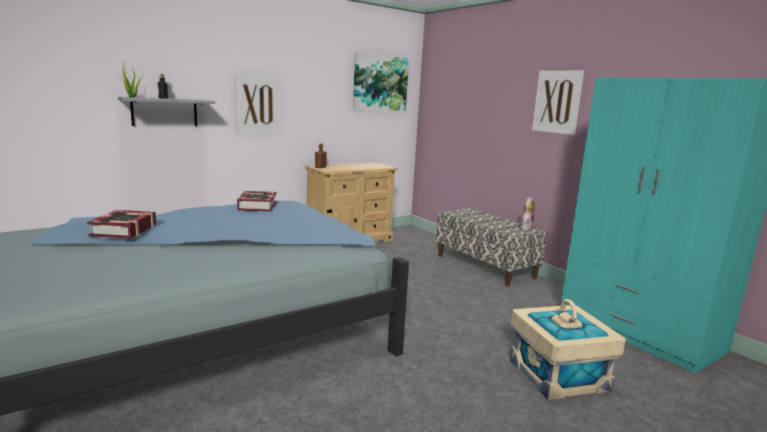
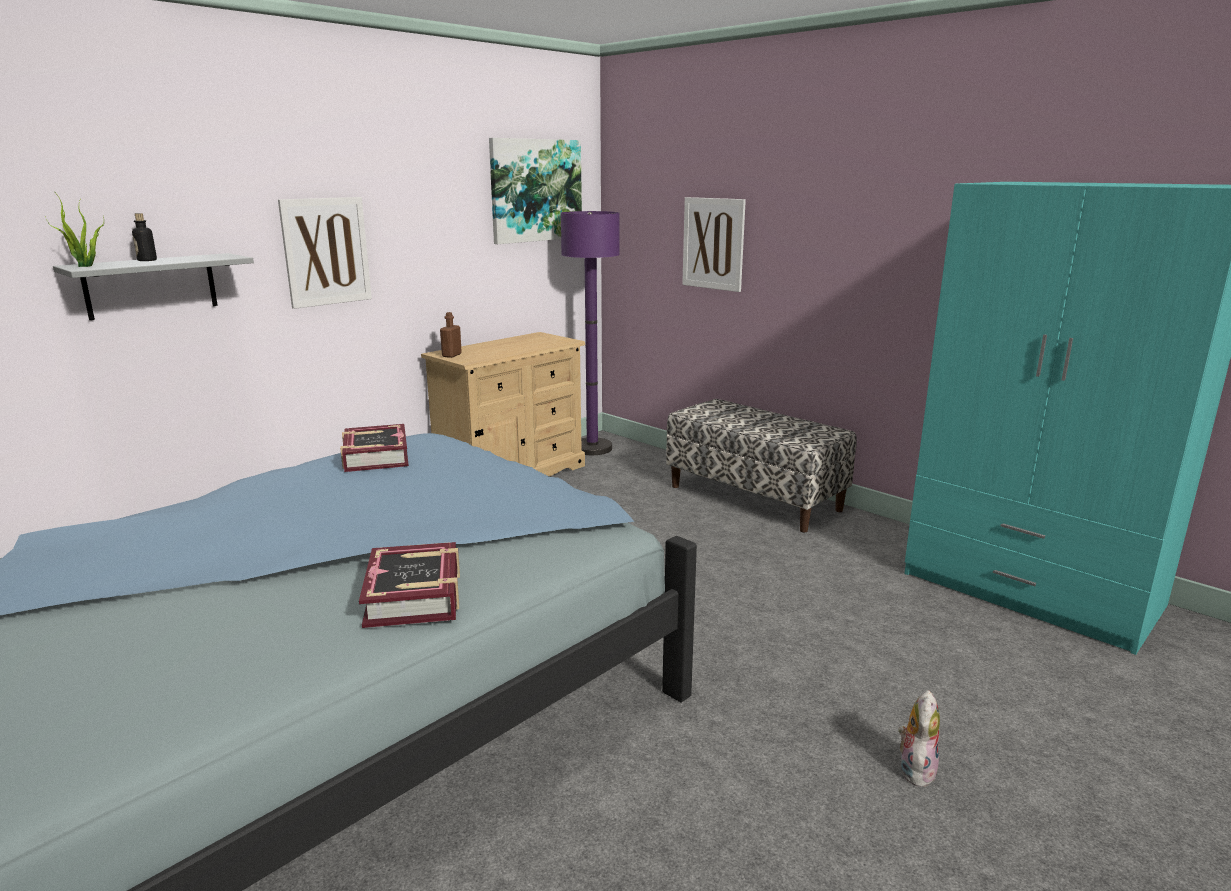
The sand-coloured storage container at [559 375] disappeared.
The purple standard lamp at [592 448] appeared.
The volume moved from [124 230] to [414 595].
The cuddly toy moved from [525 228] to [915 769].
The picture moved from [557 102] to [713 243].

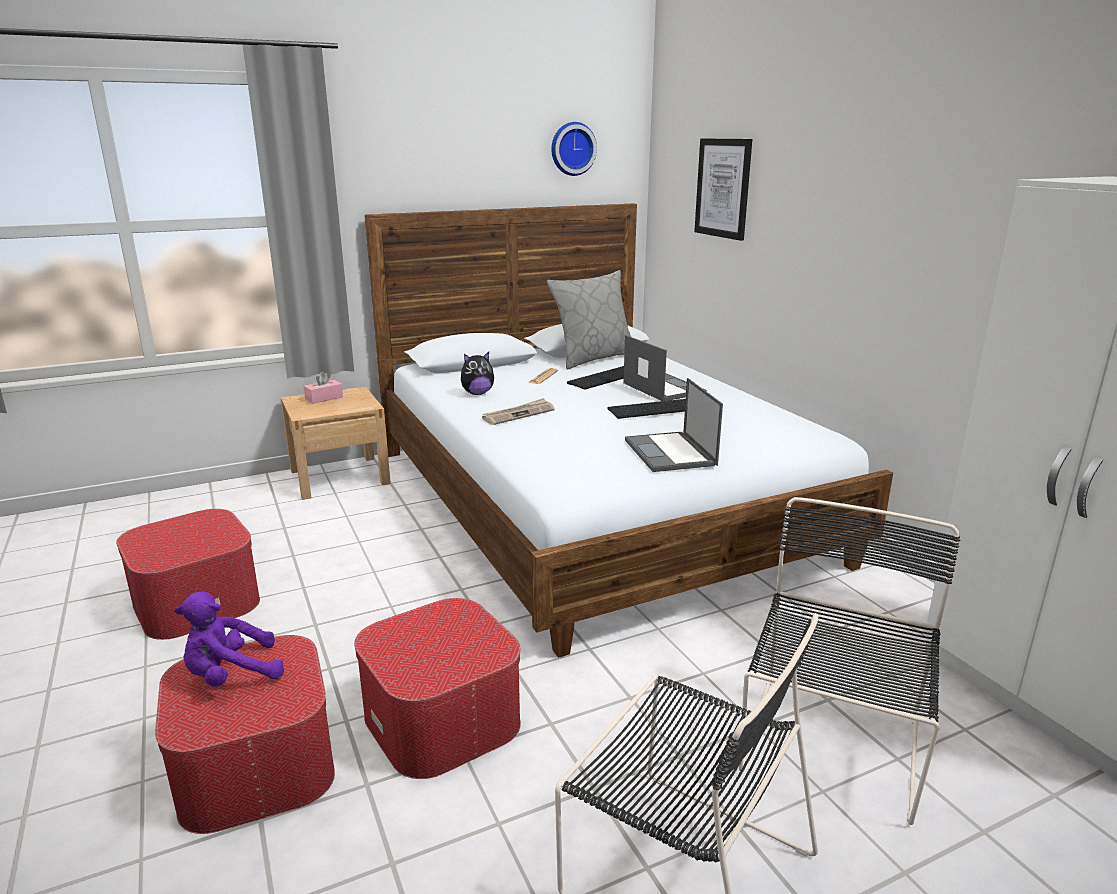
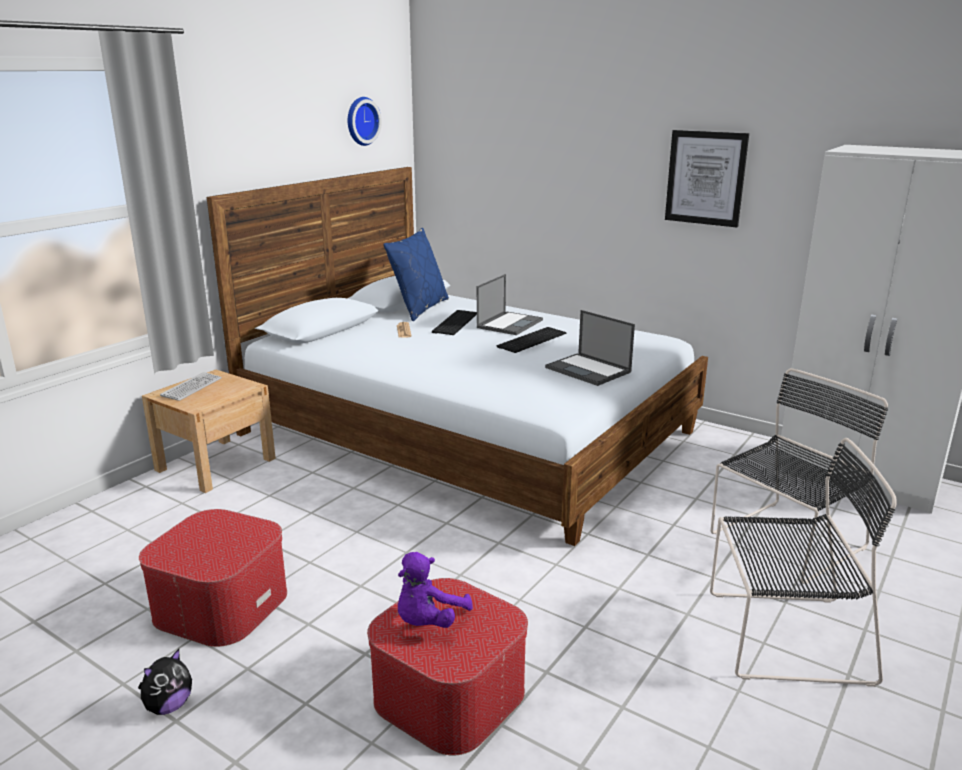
The pouffe at [442 718] disappeared.
The newspaper at [518 414] disappeared.
The cuddly toy moved from [477 393] to [168 706].
The picture moved from [723 188] to [705 178].
The pink-coloured tissue box at [324 398] was replaced by the keyboard at [191 387].
The grey cushion at [593 358] became the blue-coloured cushion at [419 308].
The notebook computer at [662 388] turned 90 degrees clockwise.
The black chair at [831 748] turned 60 degrees clockwise.

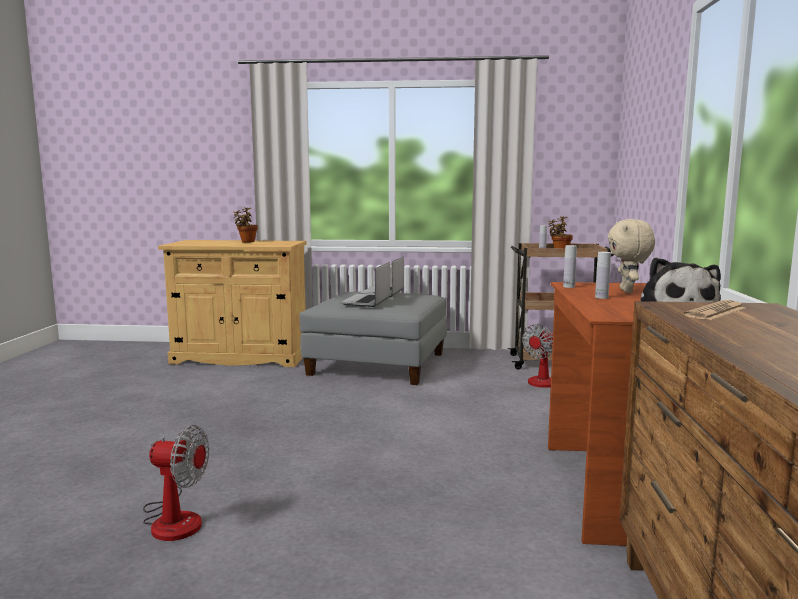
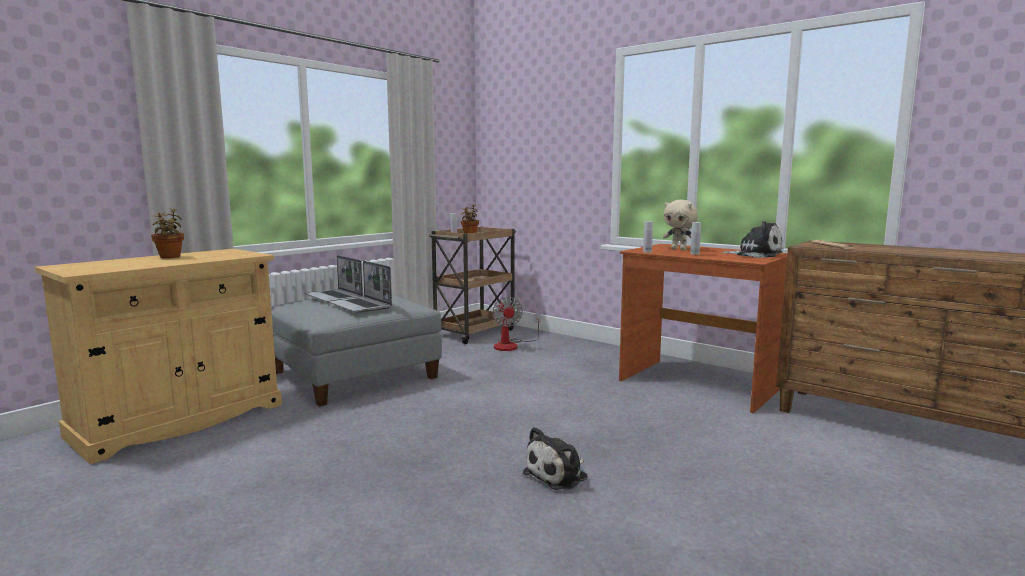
The cooling fan at [174 518] disappeared.
The cuddly toy at [558 475] appeared.

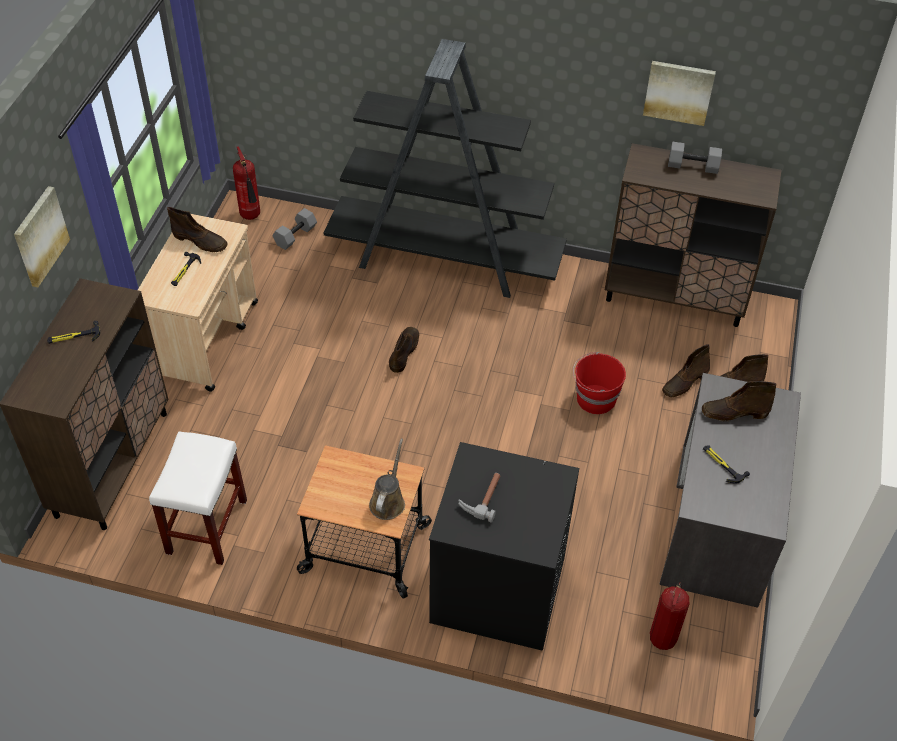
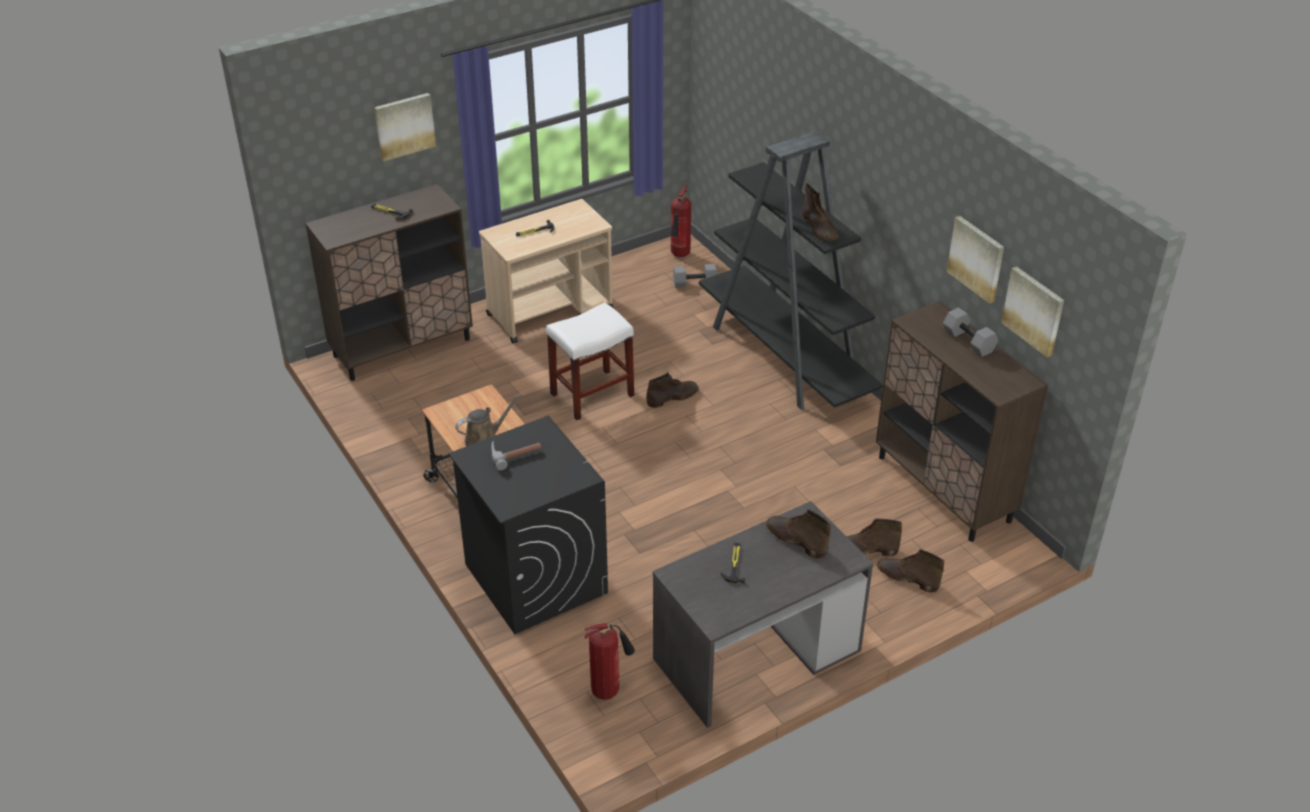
The red-coloured water bucket at [595 399] disappeared.
The picture at [1034 310] appeared.
The white-coloured sitting stool moved from [206 526] to [592 395].
The brownish high-top boot moved from [200 241] to [819 228].

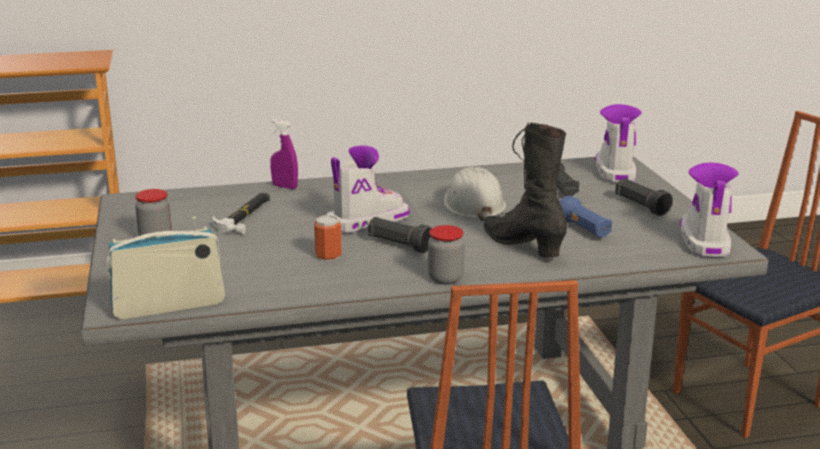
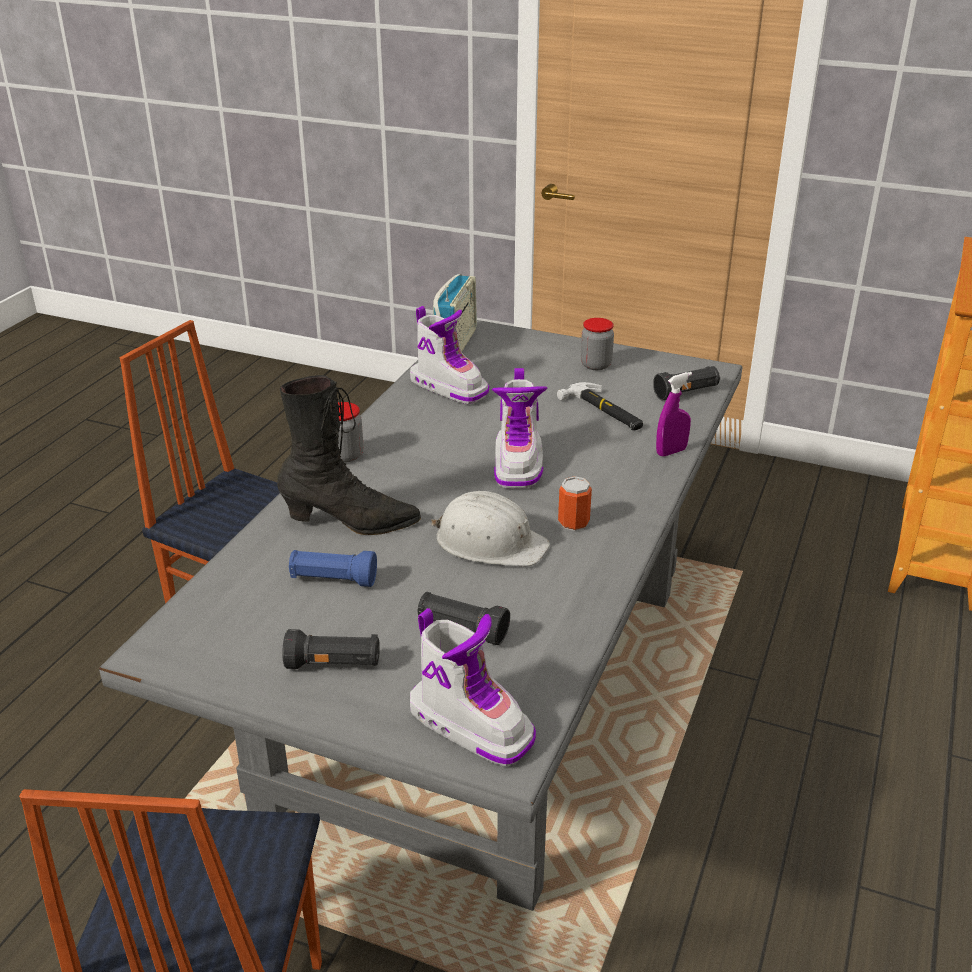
The can moved from [328 256] to [573 523].
The black torch moved from [399 245] to [686 393].
The high-top boot moved from [703 241] to [449 387].

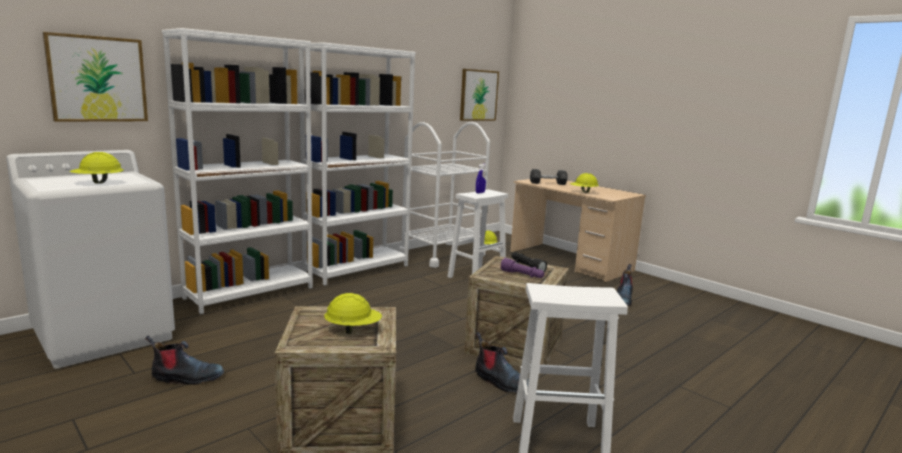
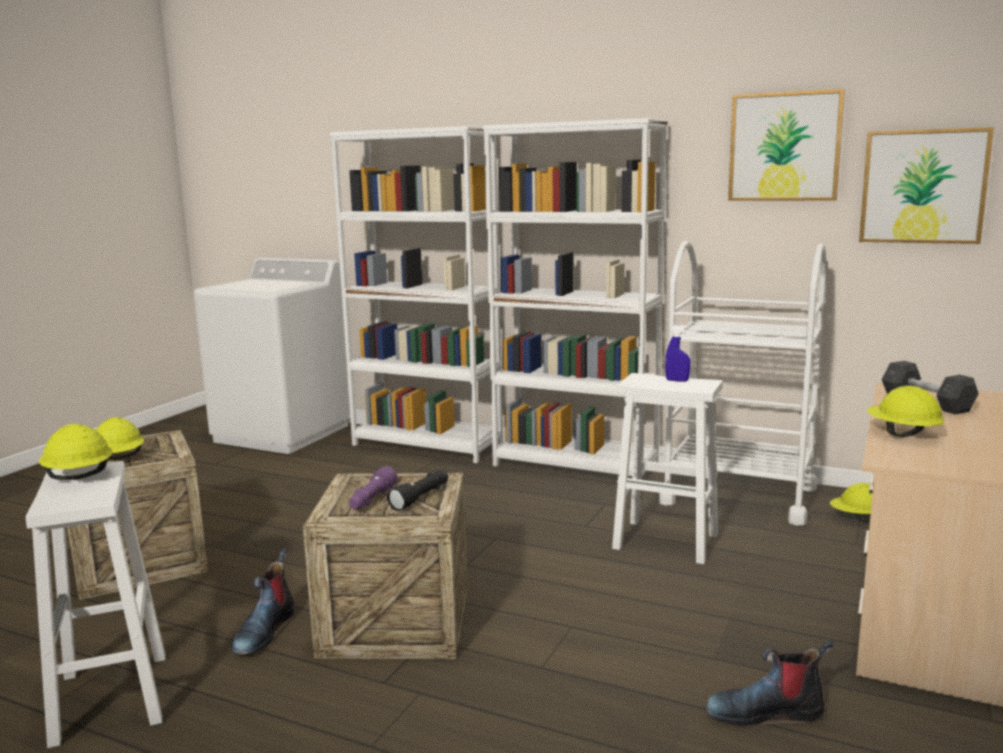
The high-top boot at [186 378] disappeared.
The picture moved from [98 79] to [784 147].
The yellowish work helmet moved from [98 183] to [78 476].

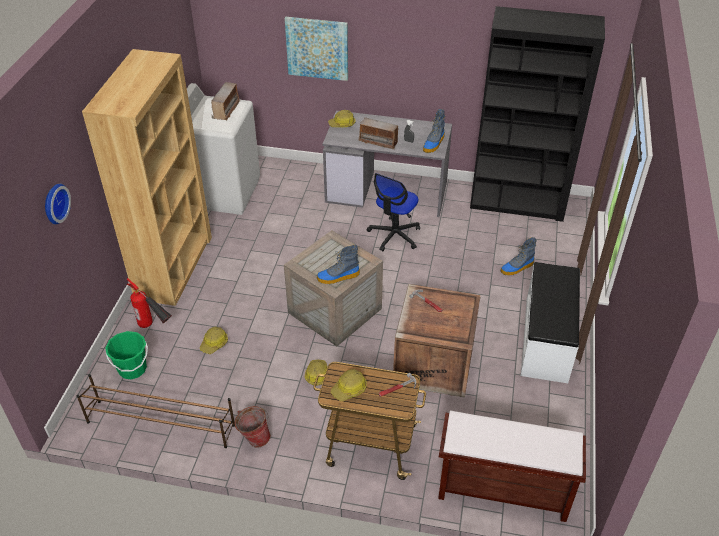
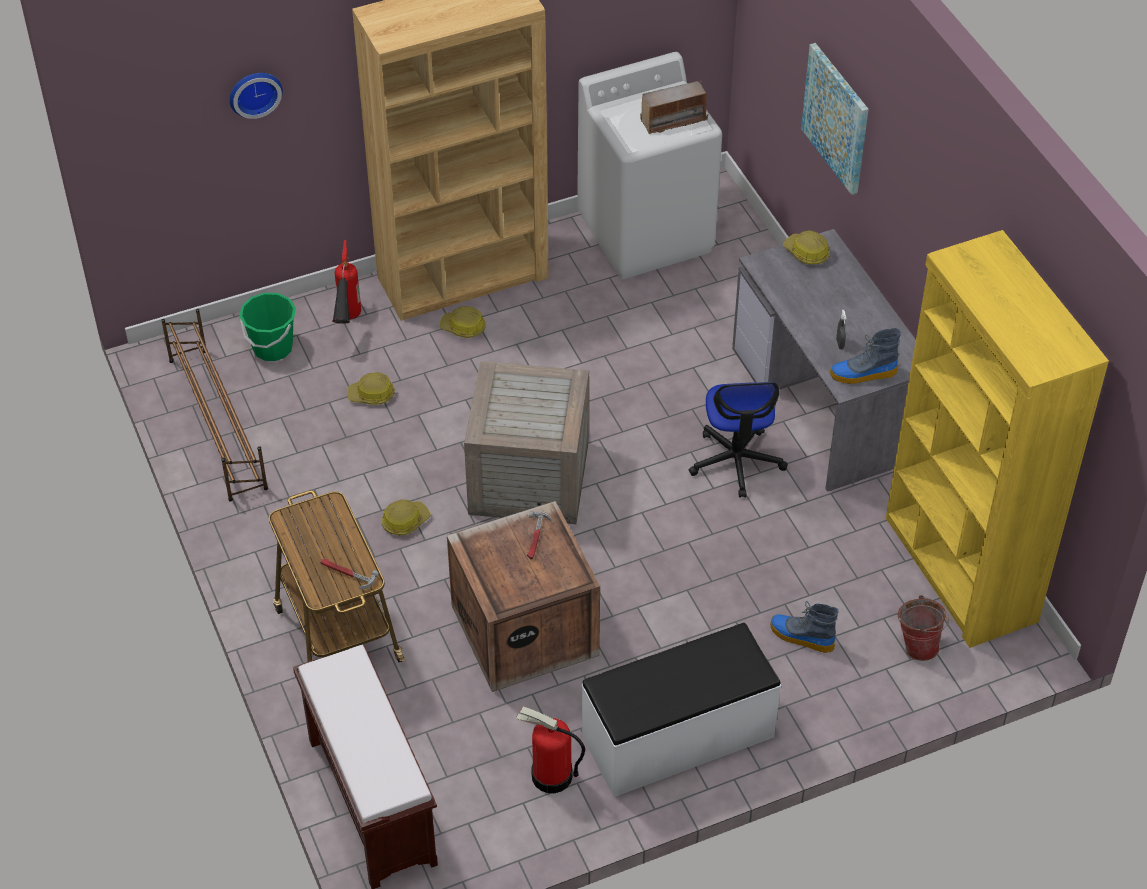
The high-top boot at [338 277] disappeared.
The radio at [378 141] disappeared.
The extinguisher at [551 776] appeared.
The water bucket moved from [254 438] to [918 644].
The work helmet moved from [349 389] to [463 328].
The black shelving unit at [517 202] became the yellowish shelving unit at [959 570].
The computer chair at [394 235] turned 90 degrees counterclockwise.

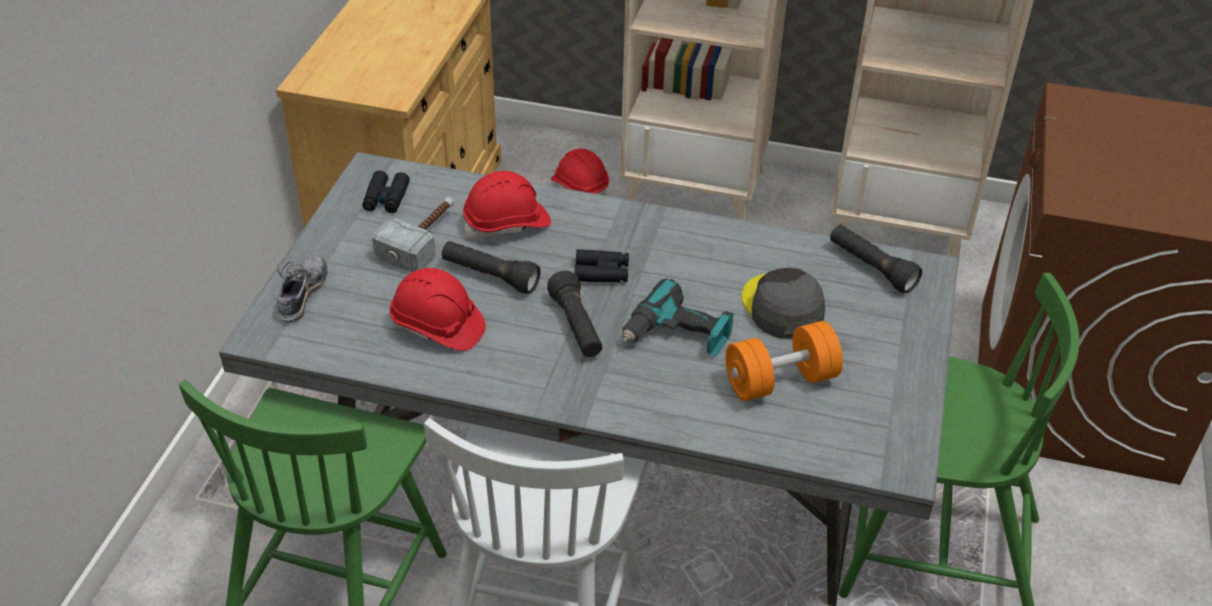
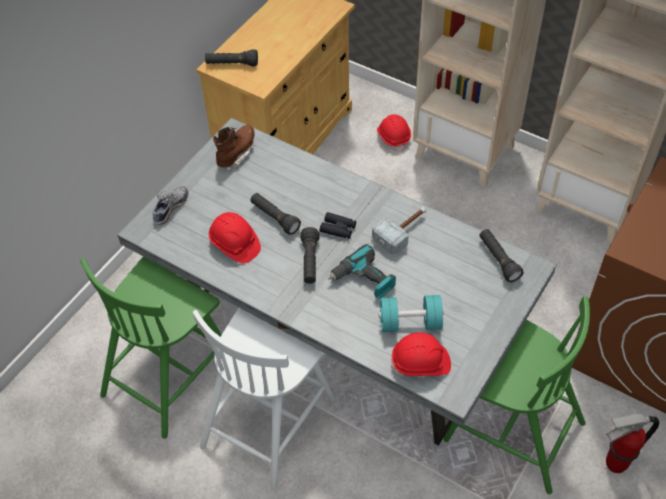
The grey baseball cap at [781 307] disappeared.
The black torch at [232 64] appeared.
The extinguisher at [615 464] appeared.
The hammer moved from [423 239] to [403 231].
The red-coloured work helmet moved from [507 224] to [421 363].
The black field glasses at [386 198] was replaced by the brownish high-top boot at [236 153].
The orange-coloured free weight at [780 381] became the turquoise free weight at [410 322].

